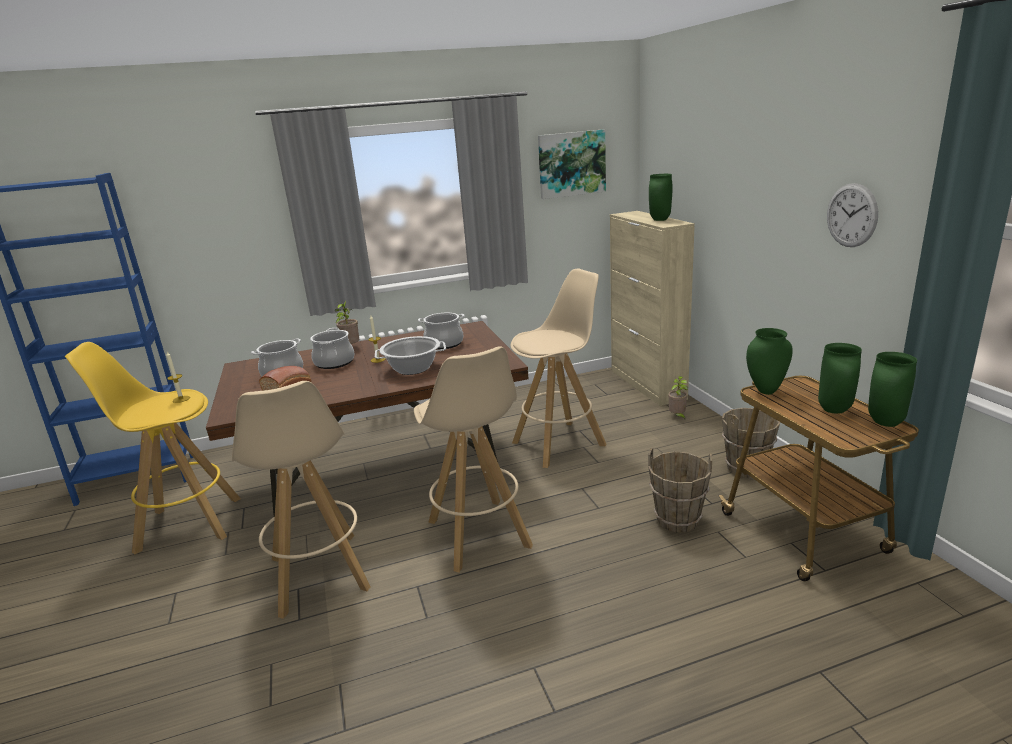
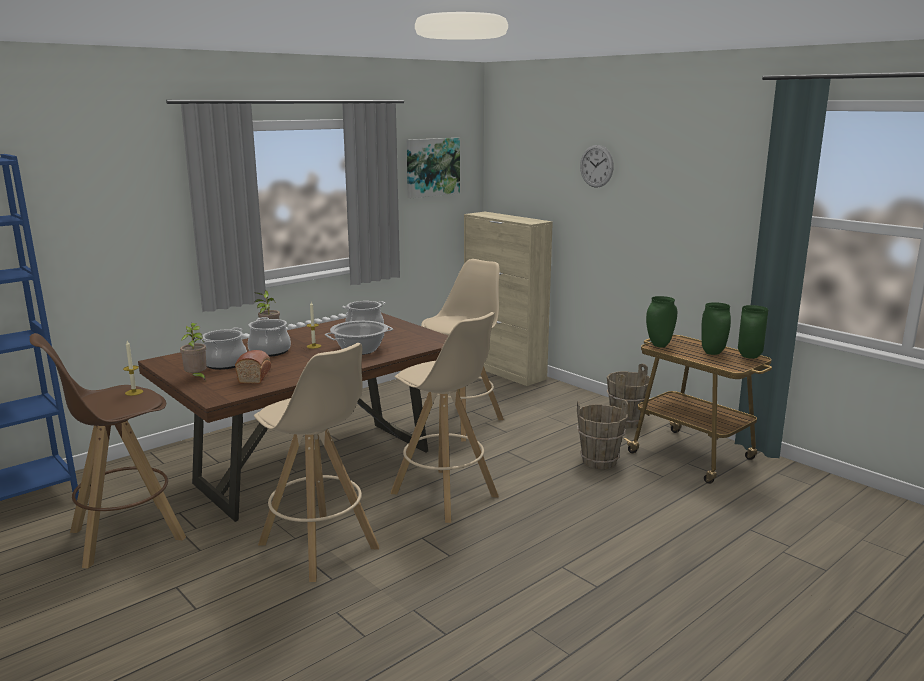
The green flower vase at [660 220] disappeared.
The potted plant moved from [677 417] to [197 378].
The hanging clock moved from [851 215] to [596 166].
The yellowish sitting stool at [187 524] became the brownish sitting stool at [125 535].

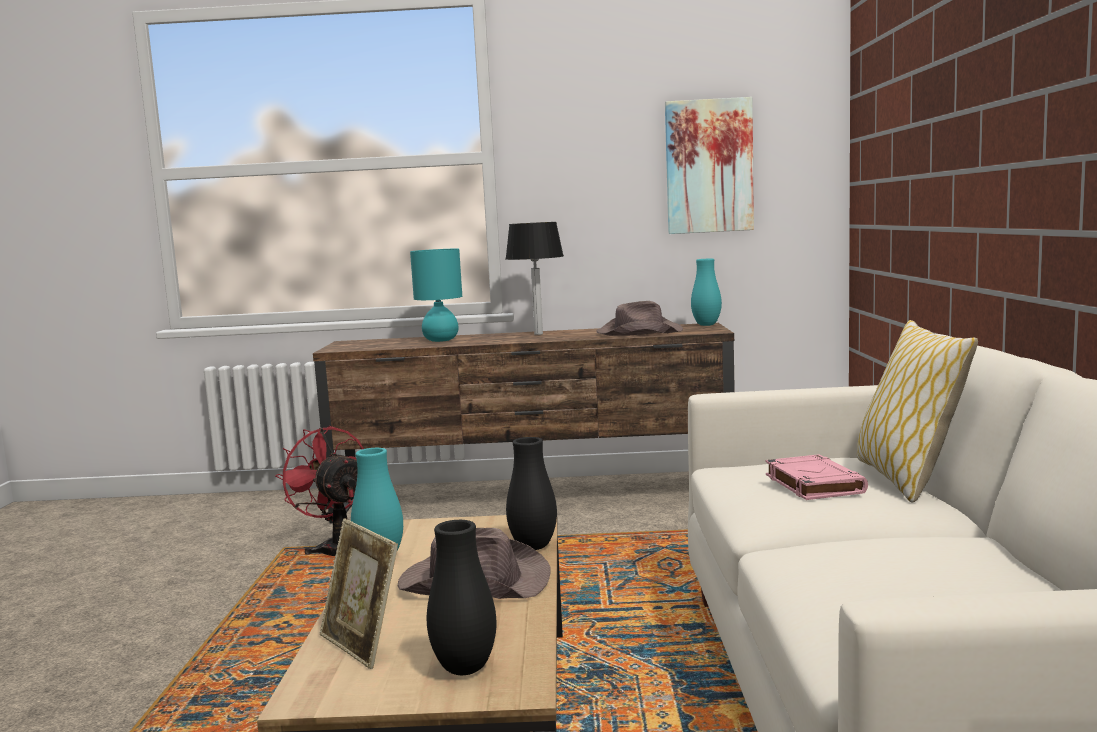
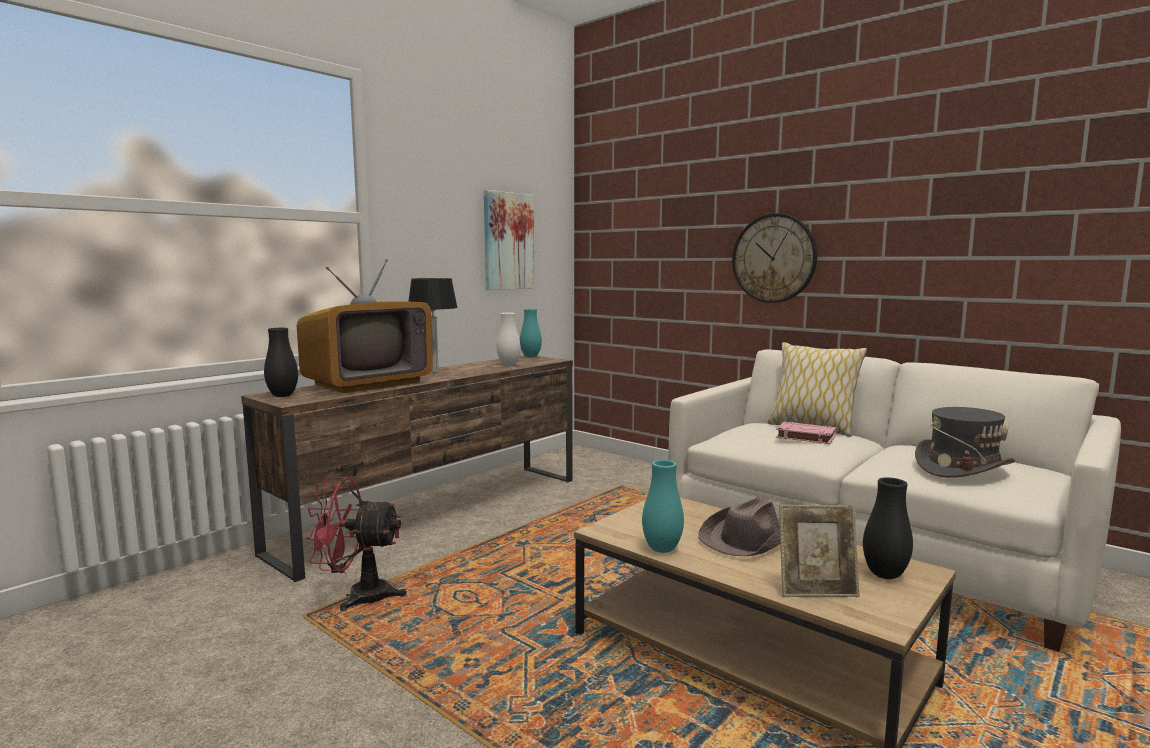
The hanging clock at [774 258] appeared.
The grey clothing hat at [962 468] appeared.
The black flower vase moved from [533 547] to [282 395].
The turquoise tabletop lamp at [441 340] was replaced by the television at [367 384].
The brownish clothing hat at [638 332] was replaced by the white-coloured flower vase at [508 364].

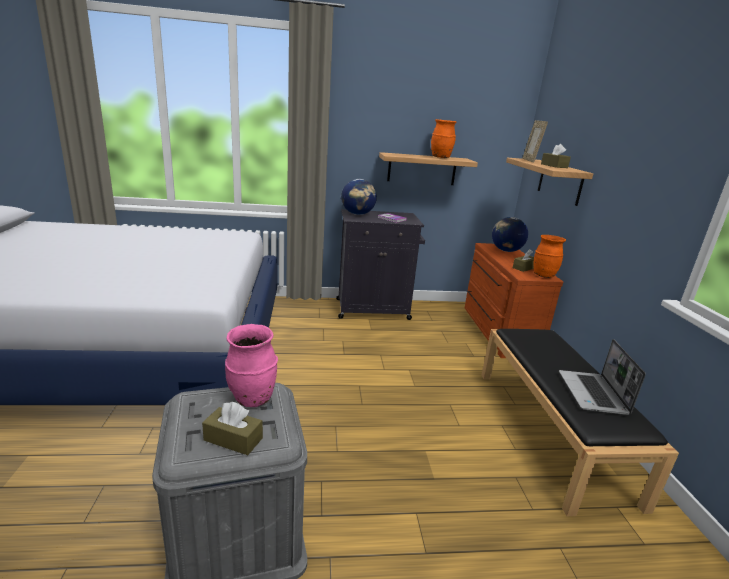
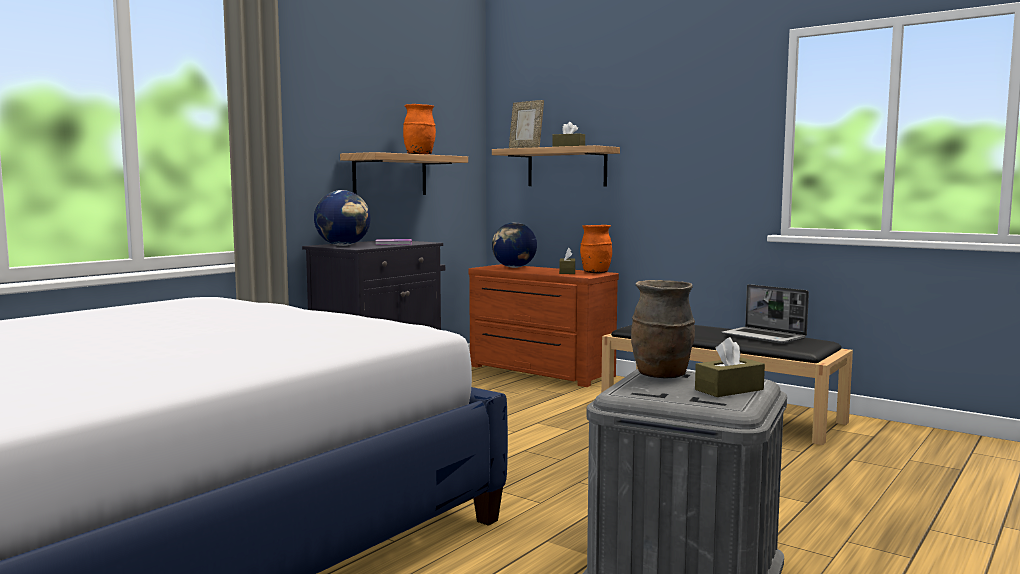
The pink-coloured flower vase at [252 399] became the brownish flower vase at [662 376].

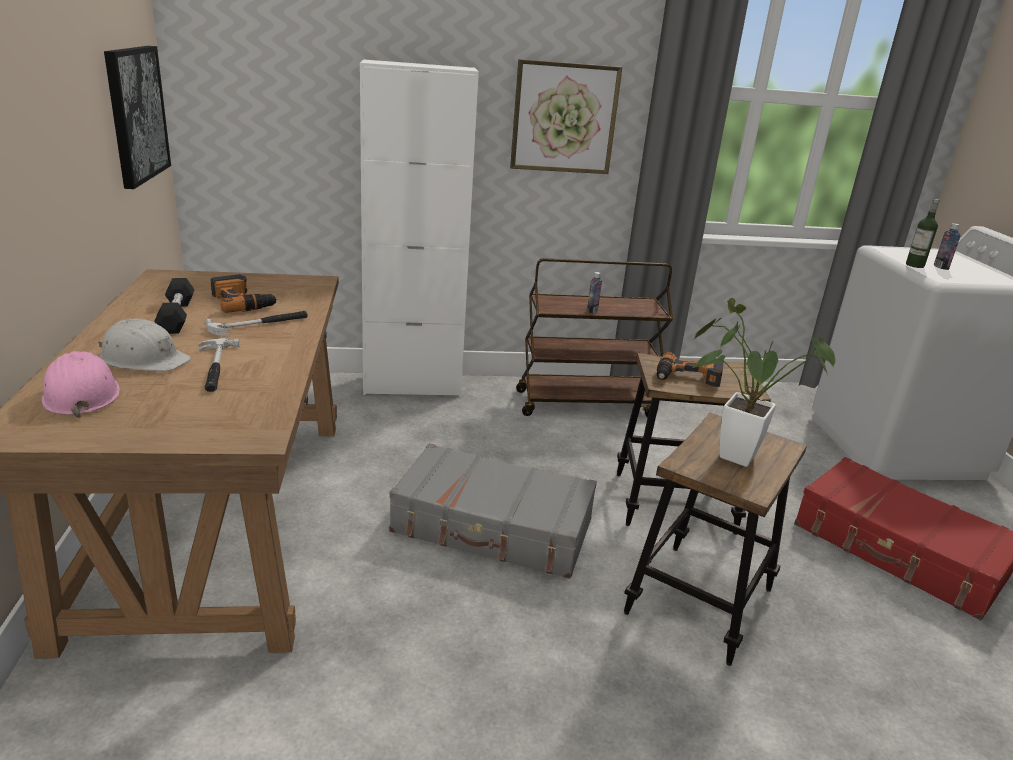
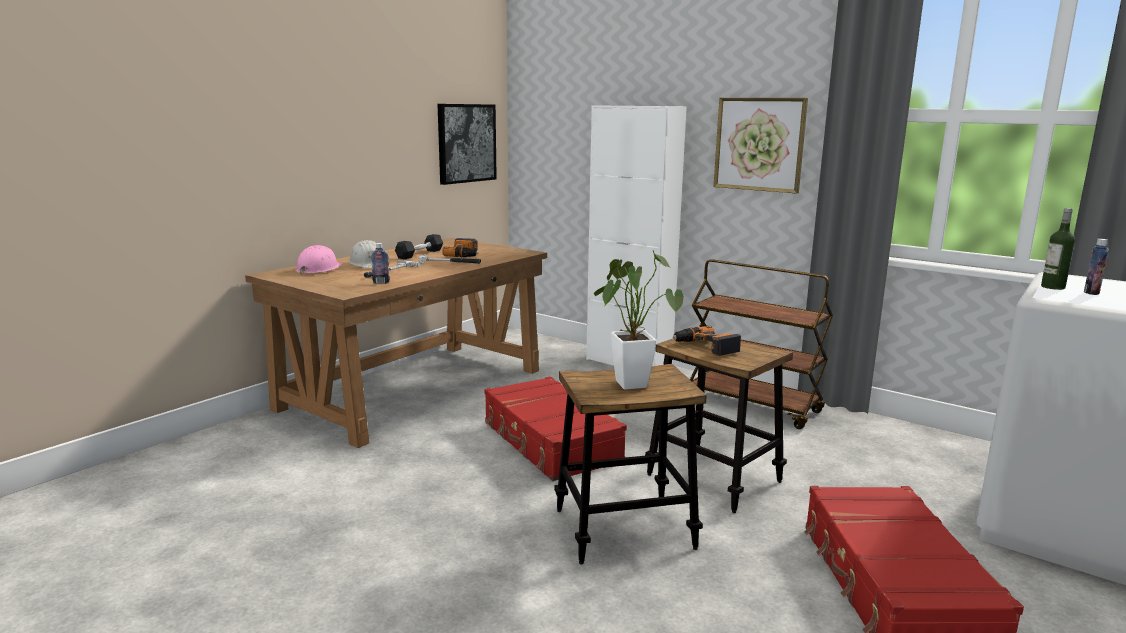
The bottle moved from [592 311] to [381 283].
The grey piece of luggage at [492 527] became the red-coloured piece of luggage at [550 442].

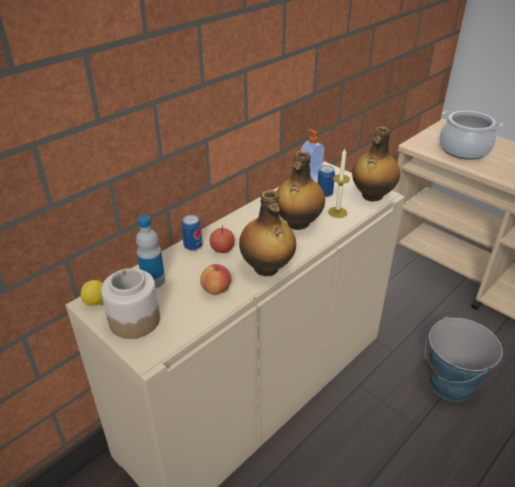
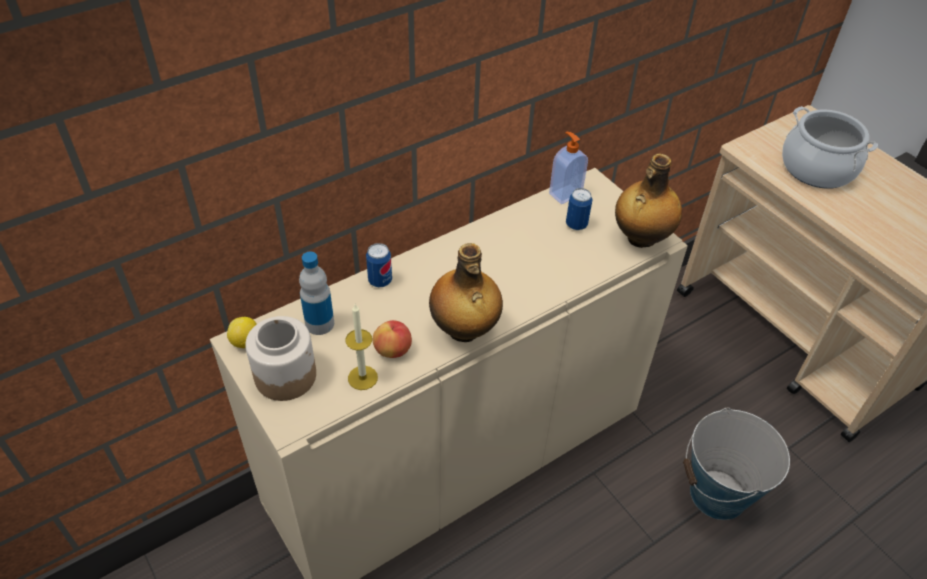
The apple fruit at [222 249] disappeared.
The bottle at [297 224] disappeared.
The wax light moved from [337 212] to [362 378].

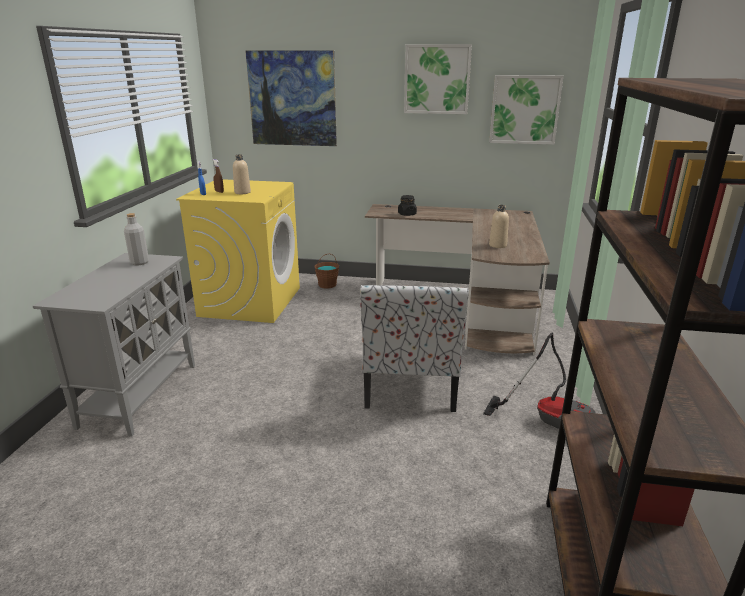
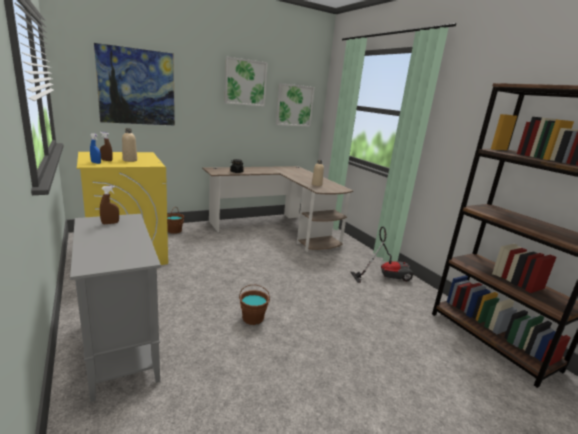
The chair at [410 382] disappeared.
The brownish water bucket at [253 318] appeared.
The grey bottle at [139 262] was replaced by the brownish hand sprayer at [110 223].

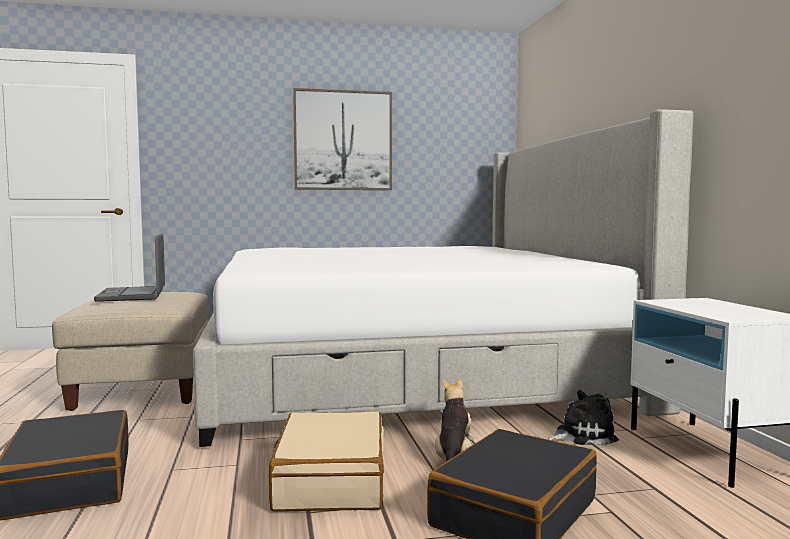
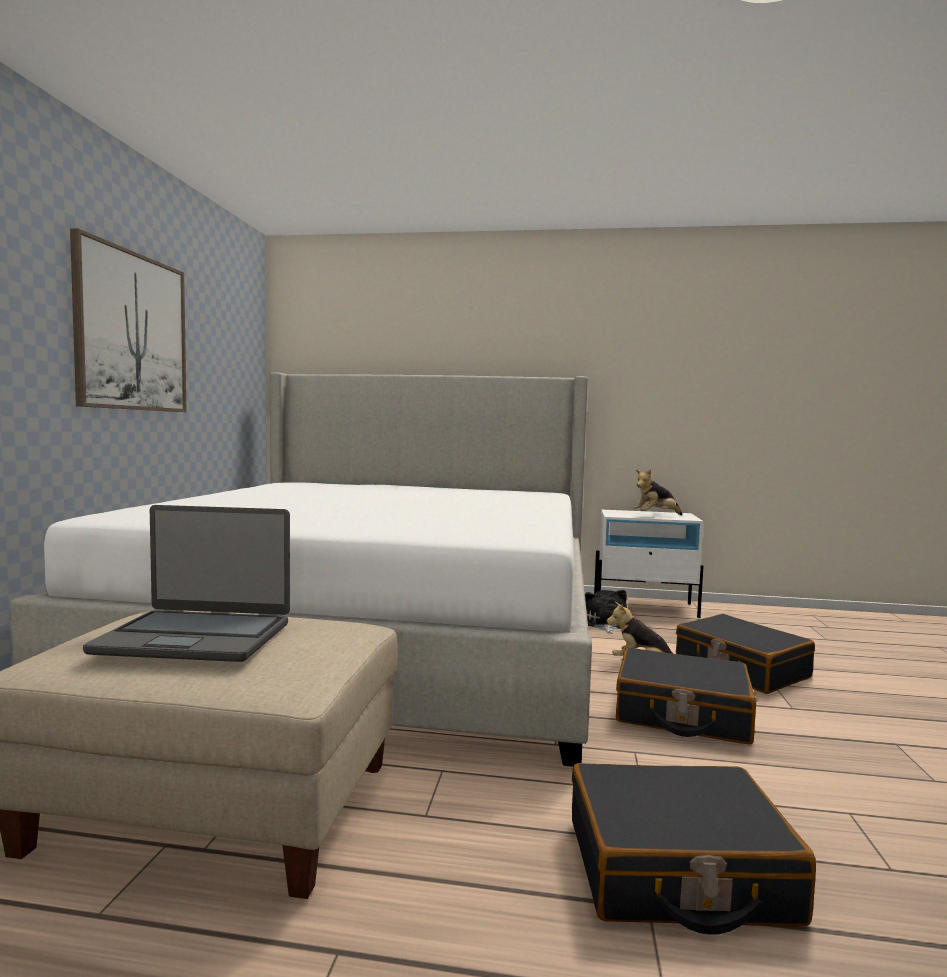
The cuddly toy at [656 516] appeared.
The sand-coloured piece of luggage at [330 480] became the black piece of luggage at [681 714].

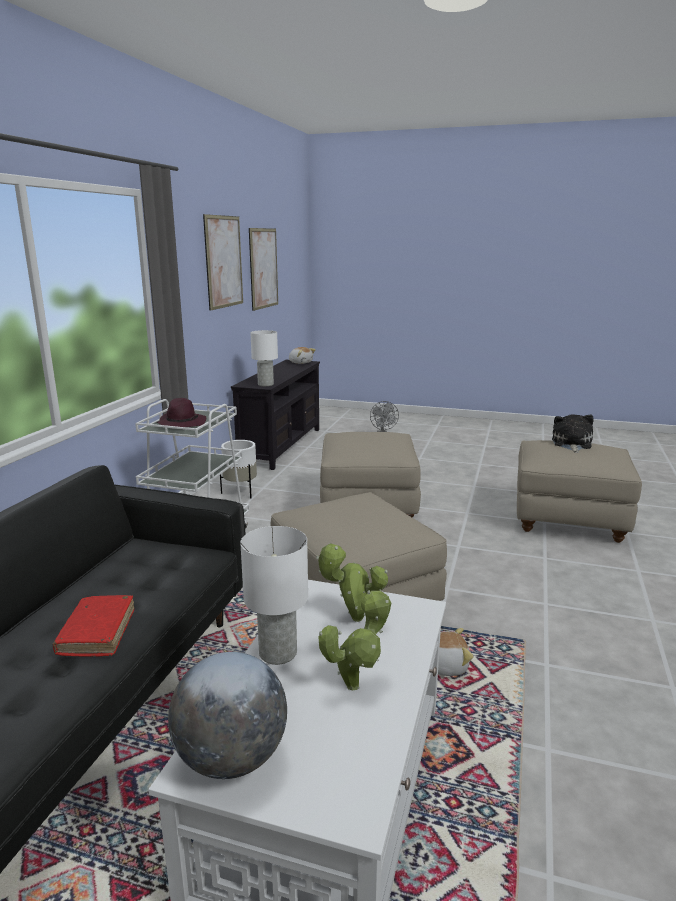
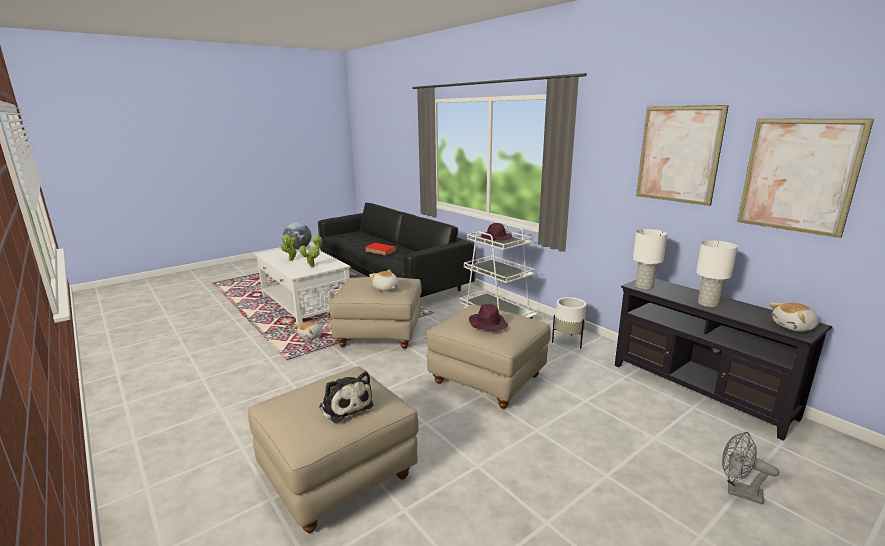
The cuddly toy at [386 289] appeared.
The purple clothing hat at [488 324] appeared.
The white-coloured tabletop lamp moved from [277 653] to [707 303].

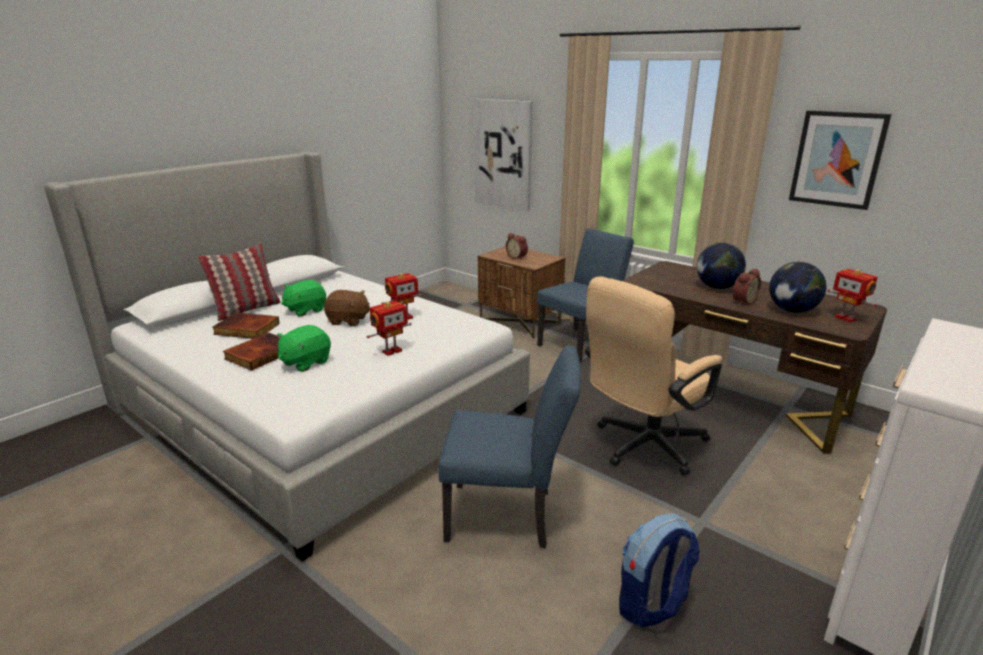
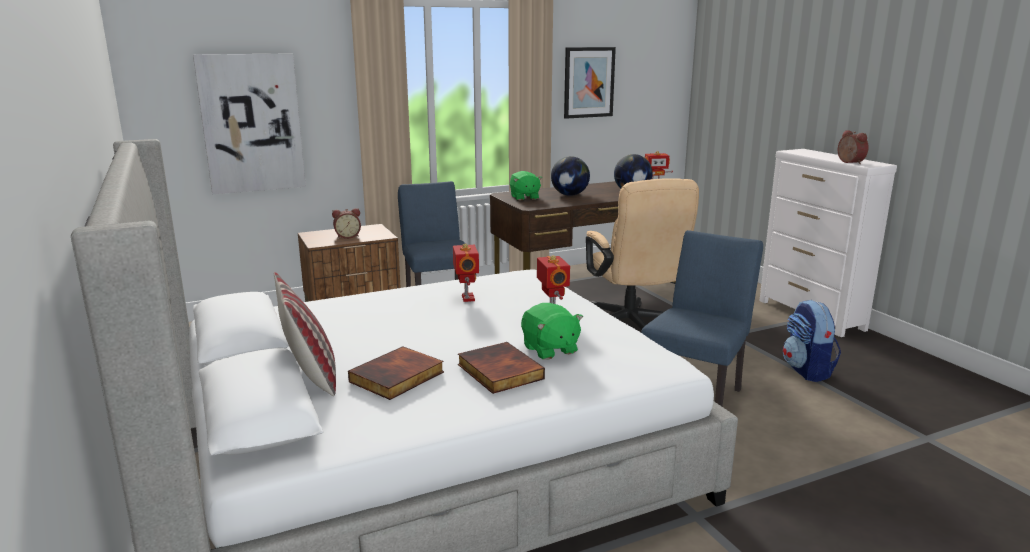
The brownish cuddly toy at [348 320] disappeared.
The green cuddly toy moved from [305 310] to [524 197].
The table clock moved from [742 301] to [849 162].

